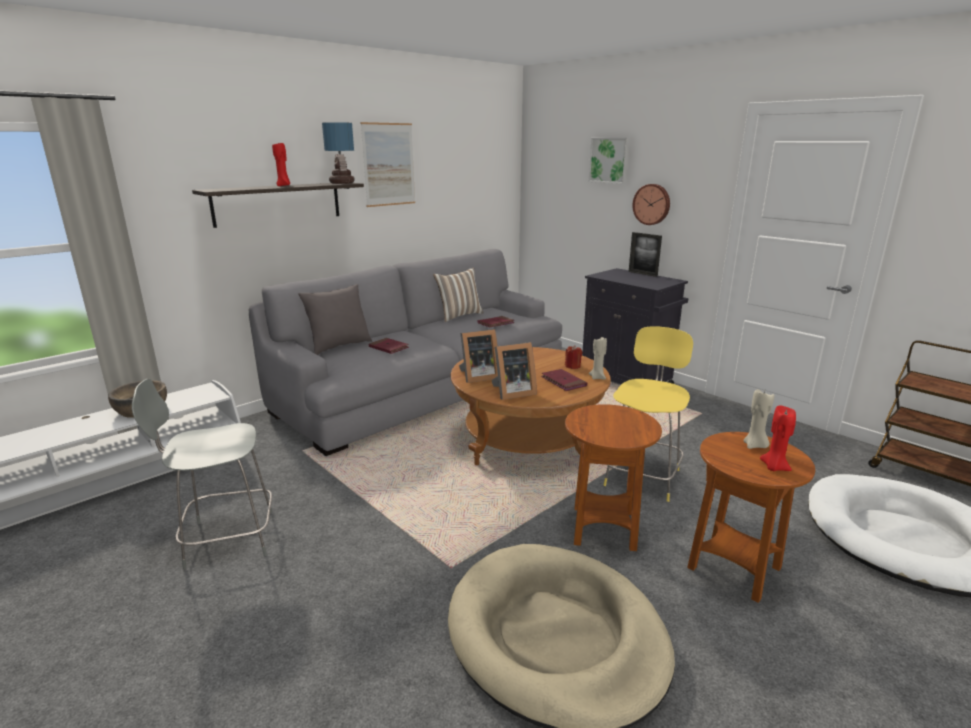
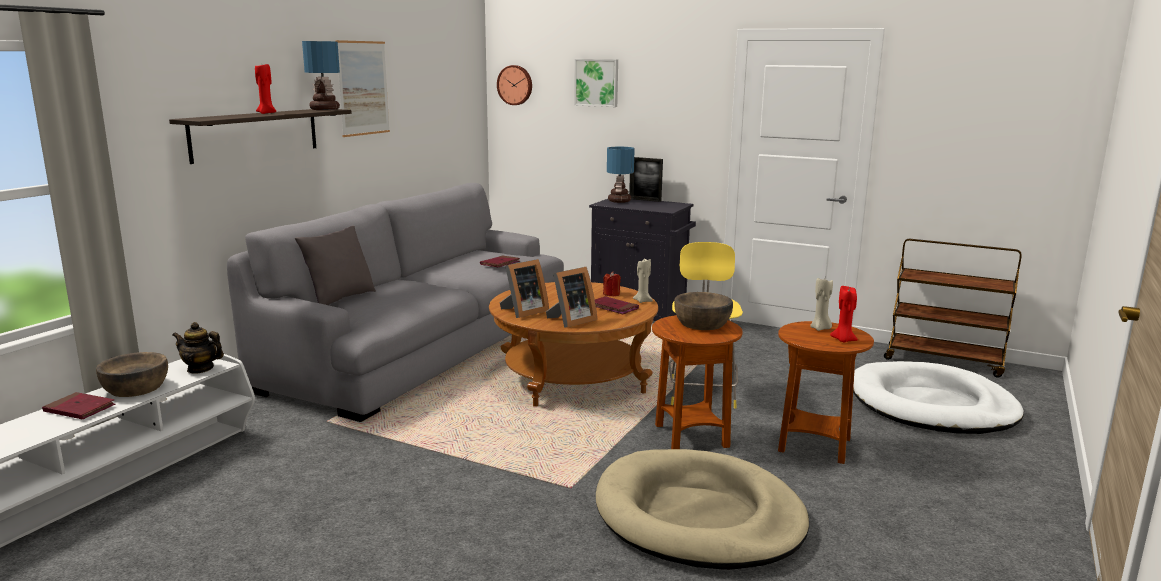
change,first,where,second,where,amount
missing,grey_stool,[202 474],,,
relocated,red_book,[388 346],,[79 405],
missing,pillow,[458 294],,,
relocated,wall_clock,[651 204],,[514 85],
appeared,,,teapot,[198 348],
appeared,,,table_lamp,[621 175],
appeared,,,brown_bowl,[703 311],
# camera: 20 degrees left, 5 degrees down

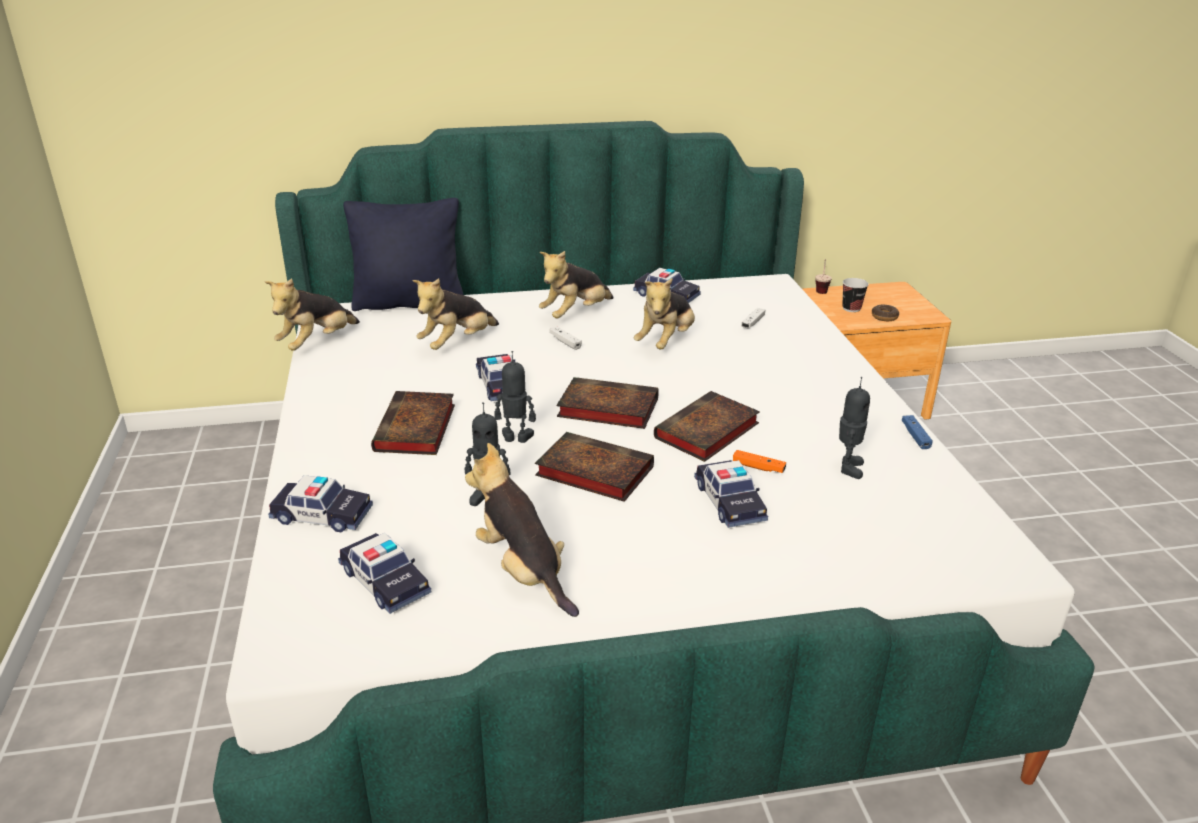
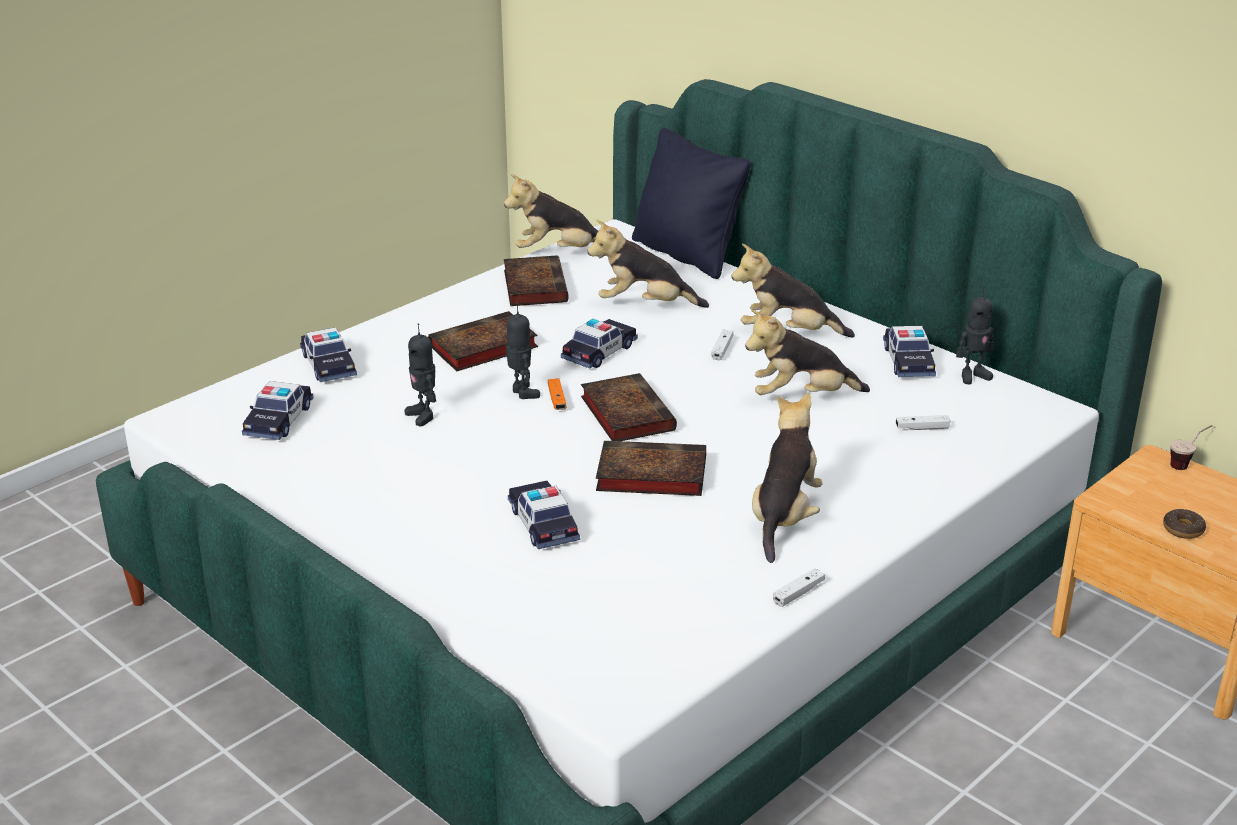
change,first,where,second,where,amount
relocated,plush_toy,[522 530],,[787 478],
relocated,book,[594 467],,[536 280],
spun,toy_car,[731 494],,[544 515],120 degrees clockwise
relocated,orange_game_controller,[759 461],,[557 394],
relocated,toy_robot,[854 428],,[975 335],
missing,cup,[855 295],,,
colour,blue_game_controller,[917 432],white_game_controller,[799 587],
# camera: 55 degrees right, 0 degrees up

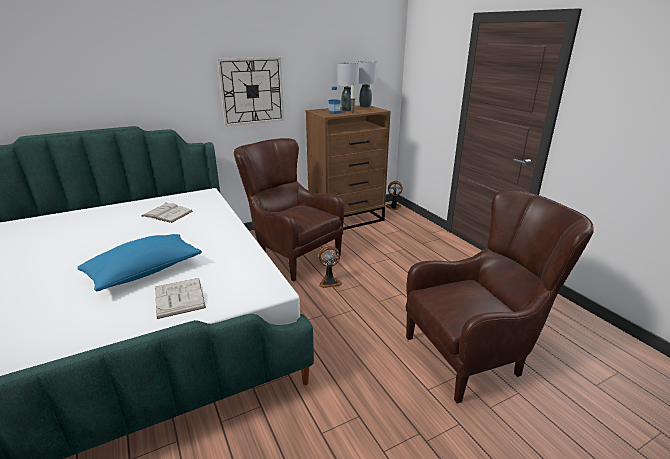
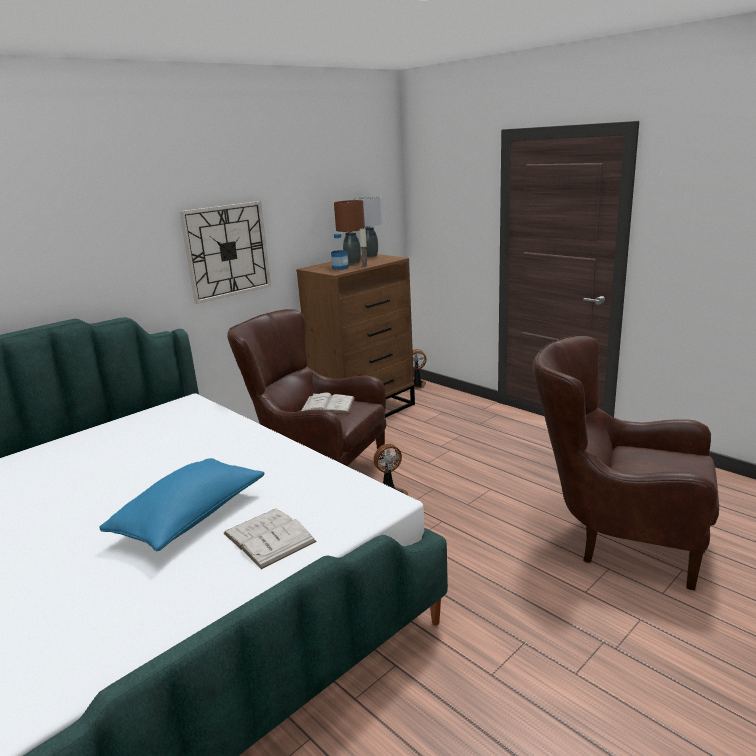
change,first,where,second,where,amount
relocated,white_book,[167 212],,[328 402],
colour,grey_table_lamp,[348 86],brown_table_lamp,[349 232],
spun,brown_armchair,[500 297],,[626 463],120 degrees counterclockwise
# camera: 15 degrees left, 5 degrees down

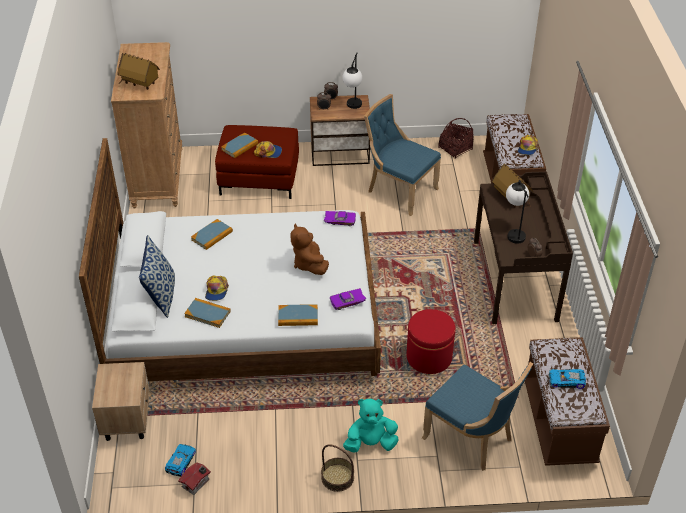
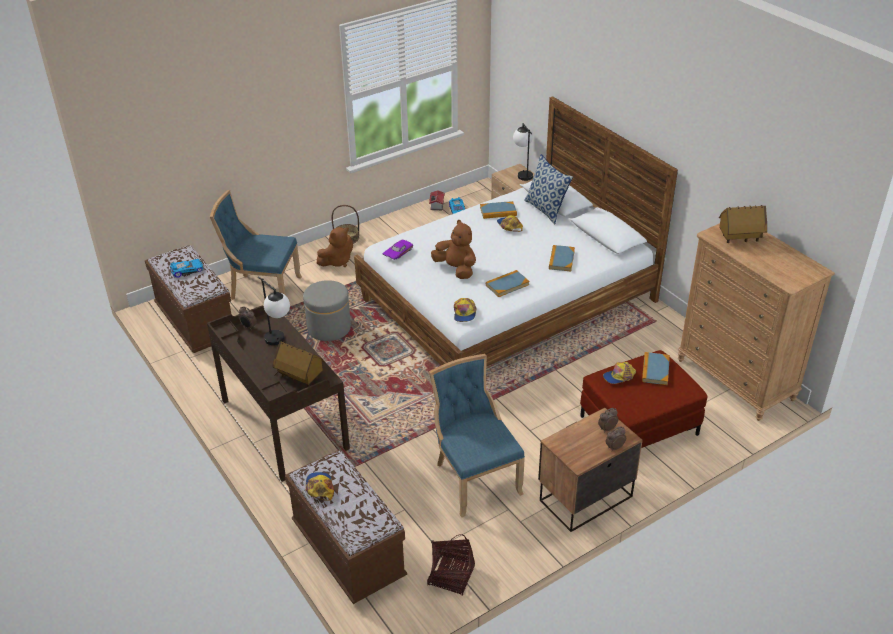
change,first,where,second,where,amount
relocated,book,[298 315],,[508 283],
exchanged,purple_toy_car,[340 218],cap,[465 310],
relocated,table_lamp,[352 81],,[523 152],
colour,turquoise_plush_toy,[371 426],brown_plush_toy,[335 247],
spun,blue_chair,[402 155],,[477 435],120 degrees counterclockwise
colour,red_ottoman,[431 341],grey_ottoman,[327 310],
# camera: 150 degrees right, 5 degrees down

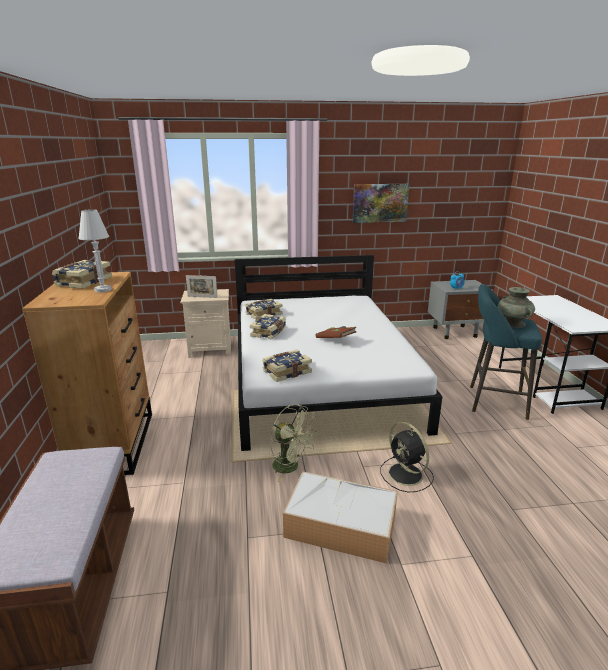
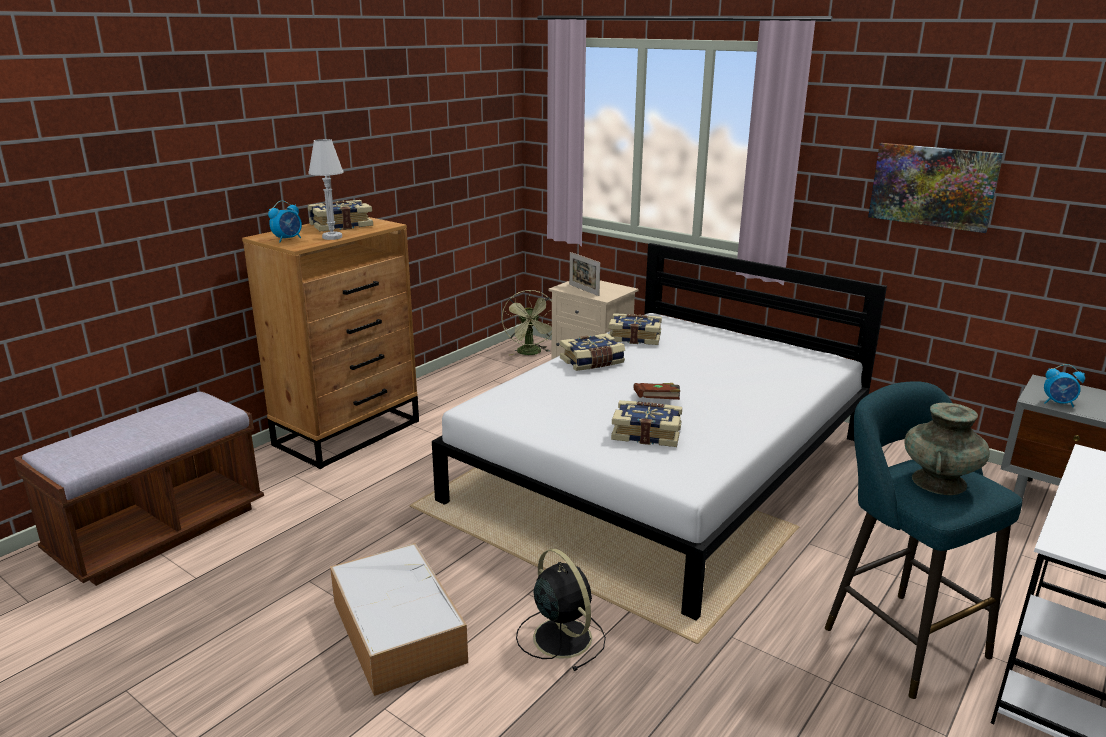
change,first,where,second,where,amount
relocated,book,[287 365],,[646 423],
relocated,green_fan,[293 442],,[527 323],
spun,black_fan,[407 457],,[561 610],135 degrees clockwise
appeared,,,alarm_clock,[285 221],
# camera: 45 degrees right, 0 degrees up

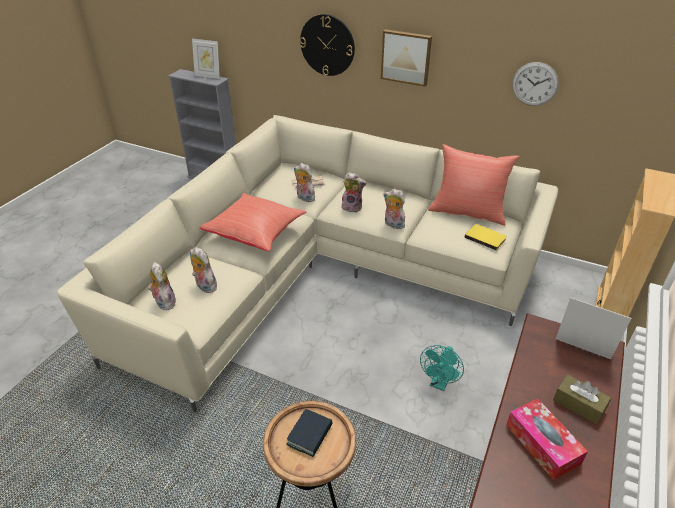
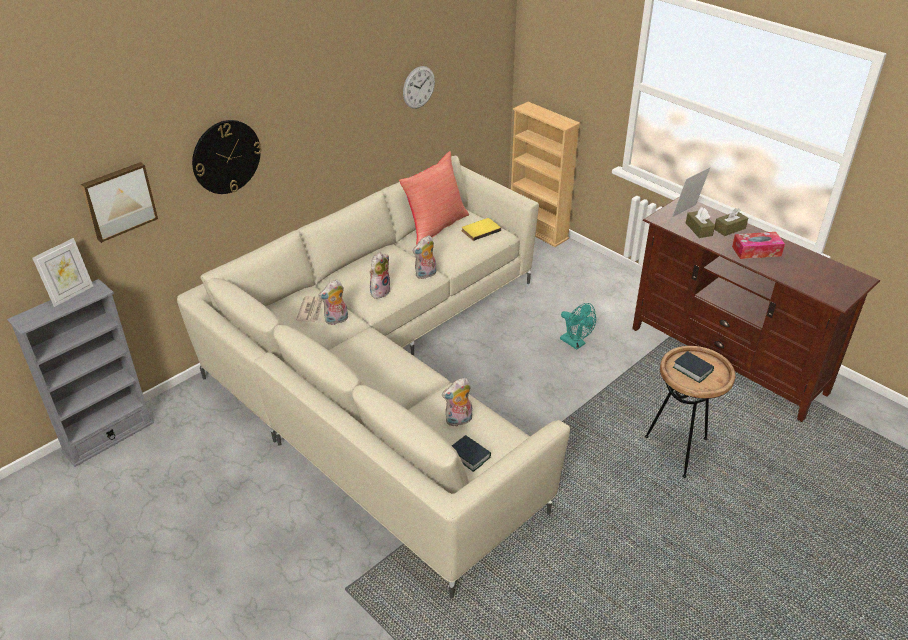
change,first,where,second,where,amount
exchanged,plush_toy,[162 286],book,[471 453],
missing,red_pillow,[252 222],,,
relocated,picture,[406 58],,[119 202],
appeared,,,brown_tissue_box,[700 222],
# camera: 70 degrees left, 0 degrees up

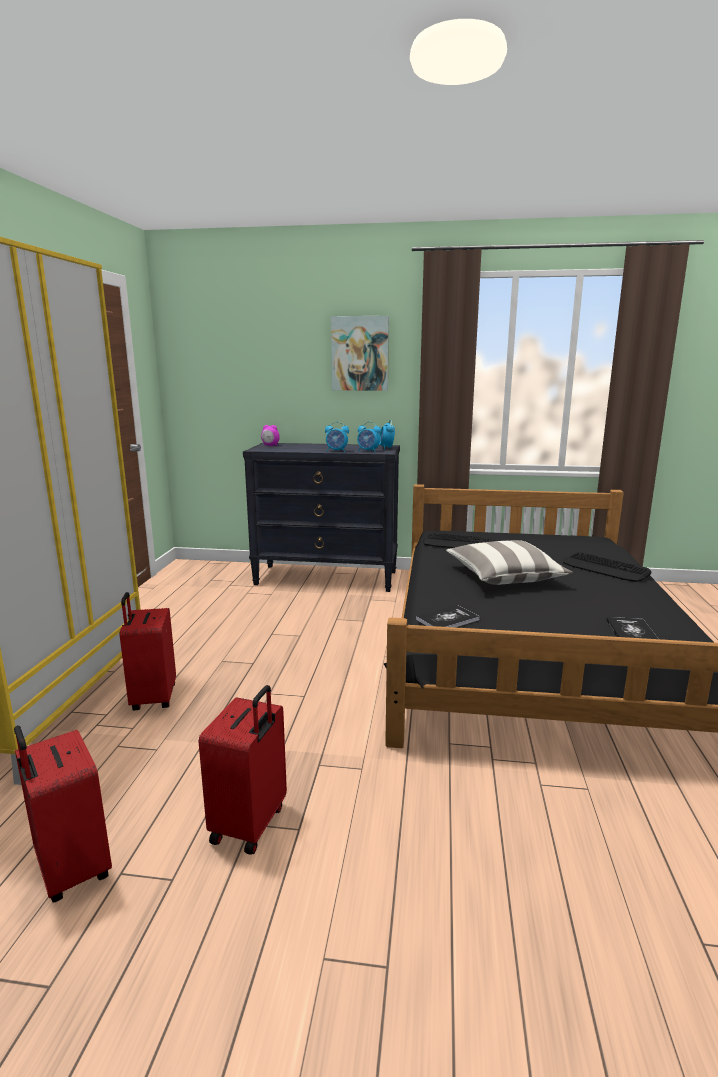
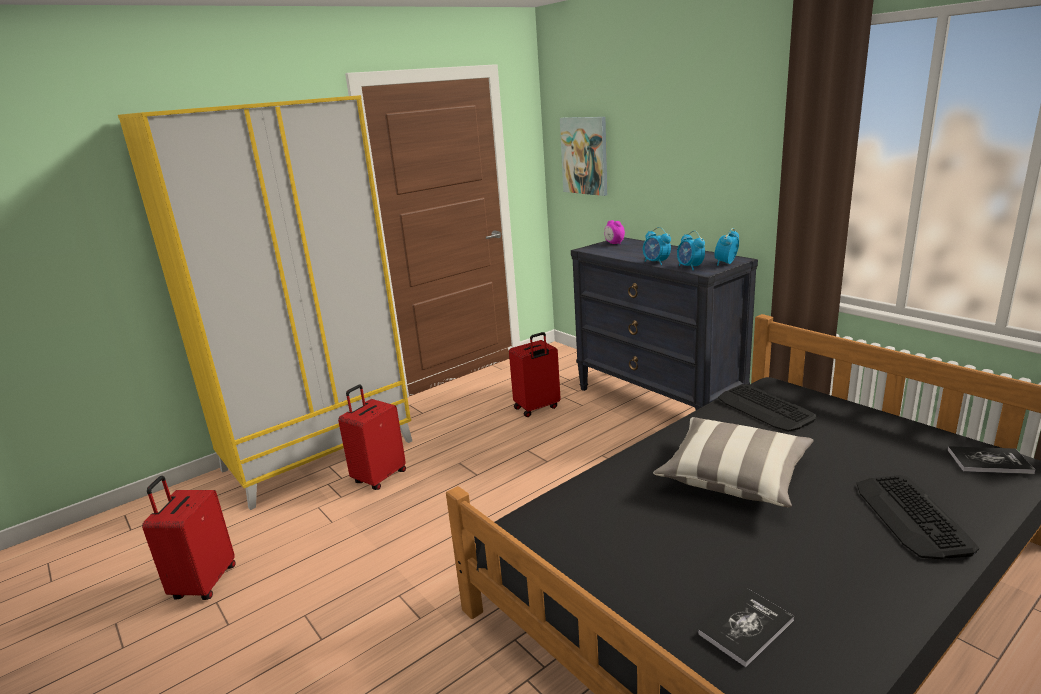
change,first,where,second,where,amount
relocated,red_suitcase,[242 770],,[535 374],
relocated,picture,[360 353],,[583 156],
relocated,book,[448 616],,[991 460],
# camera: 45 degrees right, 5 degrees up

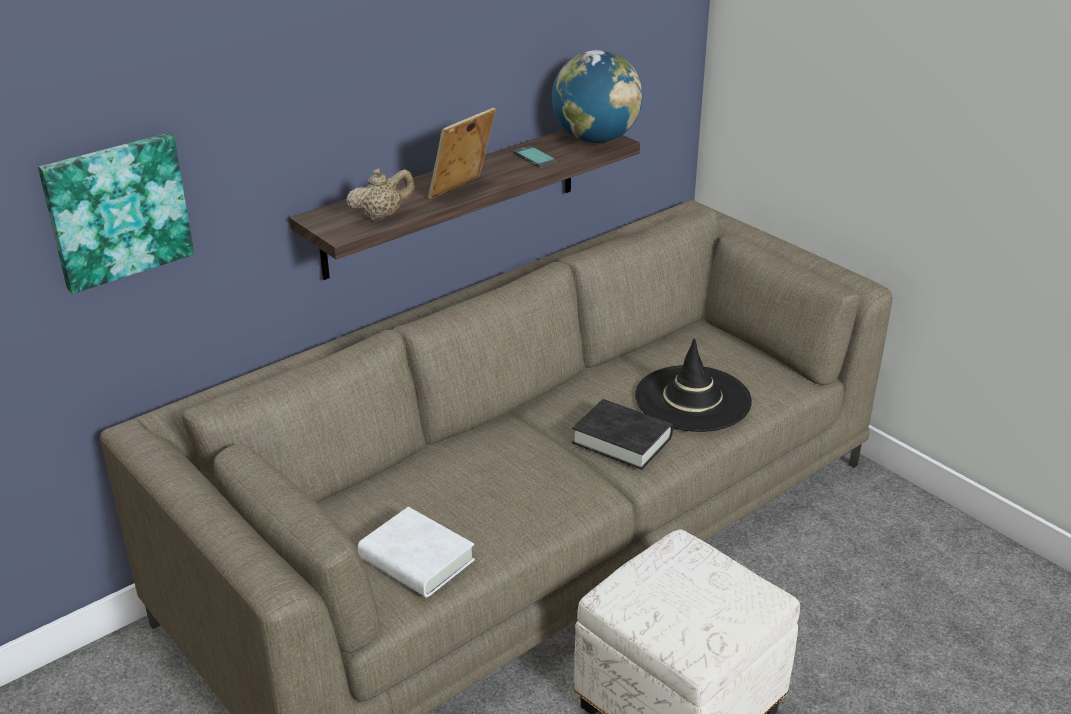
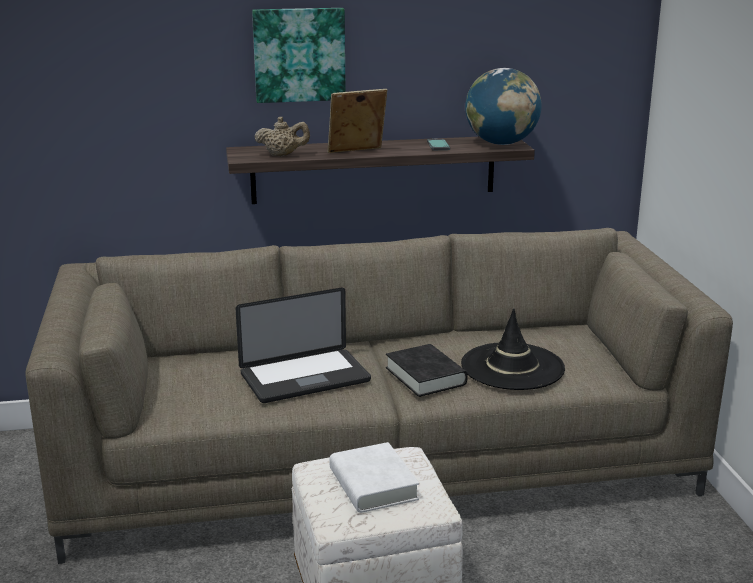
change,first,where,second,where,amount
relocated,picture,[116 213],,[299 55],
relocated,white_book,[416 552],,[374 477],
appeared,,,laptop,[303 345],
# camera: 30 degrees right, 10 degrees down

